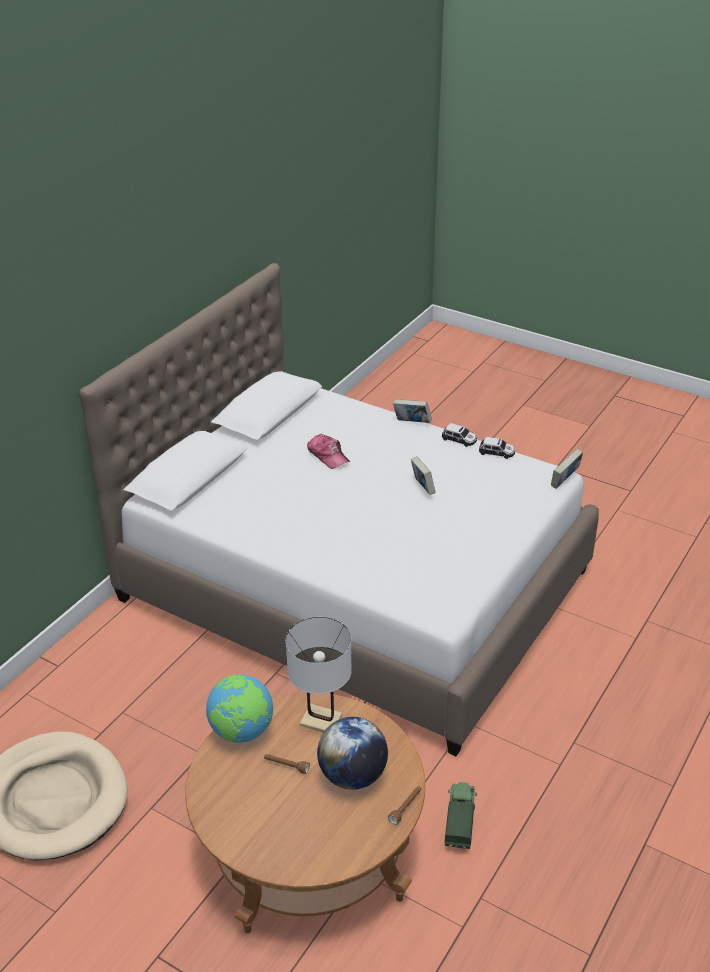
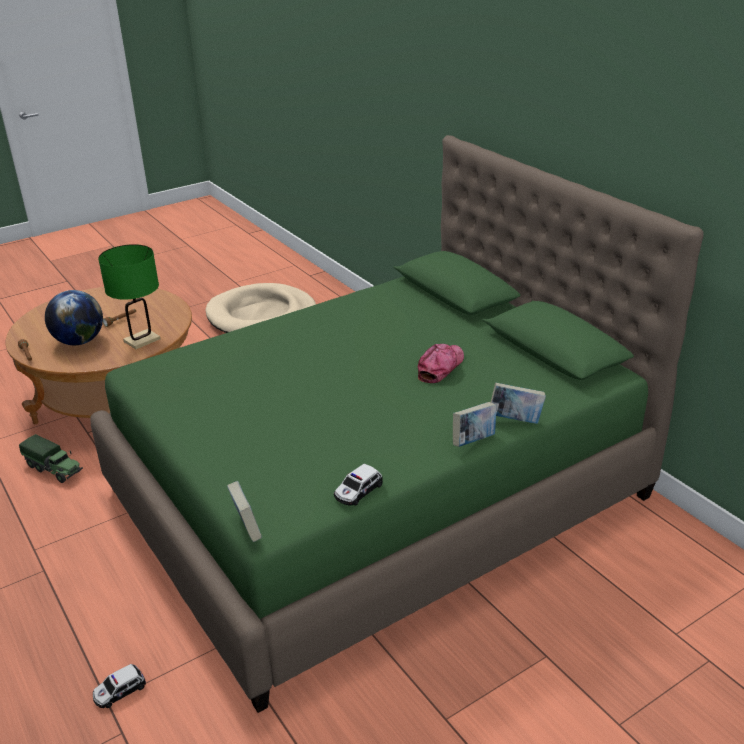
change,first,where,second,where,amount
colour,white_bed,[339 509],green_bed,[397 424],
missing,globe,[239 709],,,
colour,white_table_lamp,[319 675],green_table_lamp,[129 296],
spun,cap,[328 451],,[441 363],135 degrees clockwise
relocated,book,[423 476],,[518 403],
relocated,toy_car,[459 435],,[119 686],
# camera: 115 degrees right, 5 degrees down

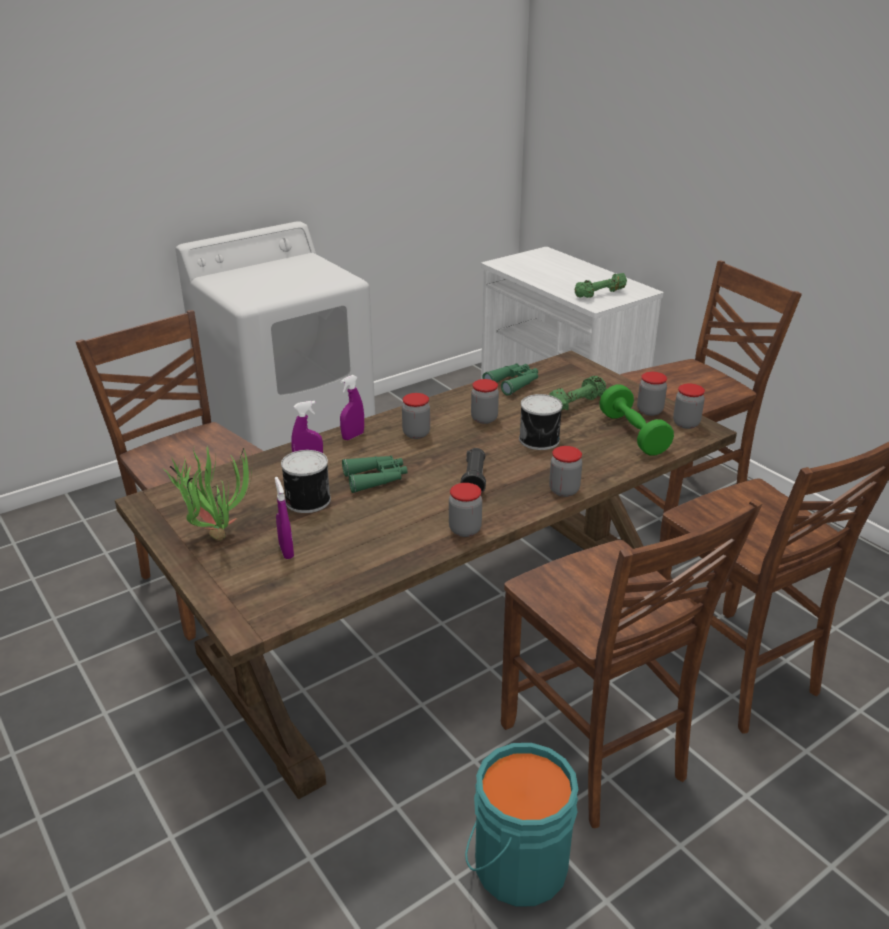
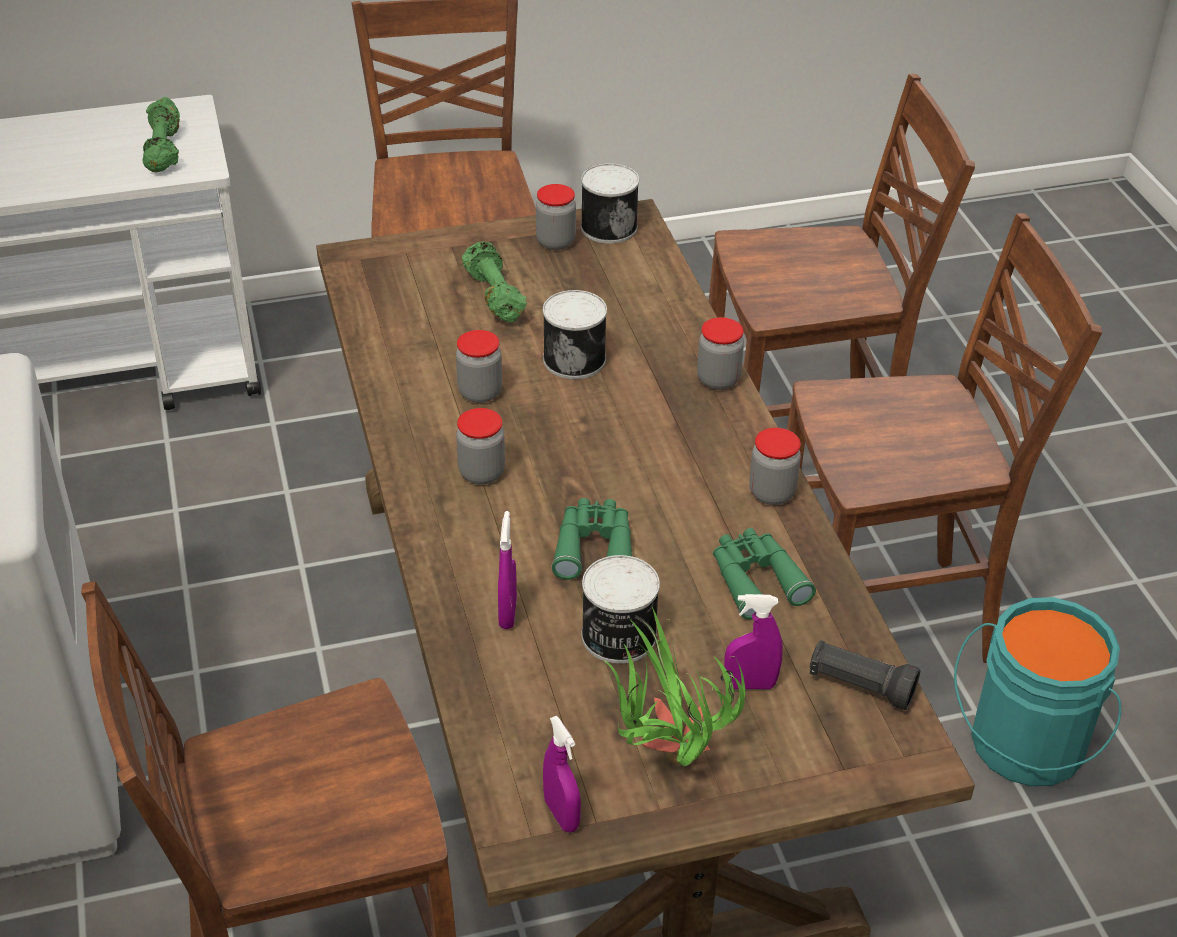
change,first,where,second,where,amount
relocated,purple_spray_bottle,[352 407],,[562 774],
relocated,black_flashlight,[473 470],,[865 675],
relocated,green_binoculars,[510 379],,[764 574],
missing,green_dumbbell,[636 419],,,
exchanged,jar,[689 406],can,[610 203],
# camera: 70 degrees left, 10 degrees up

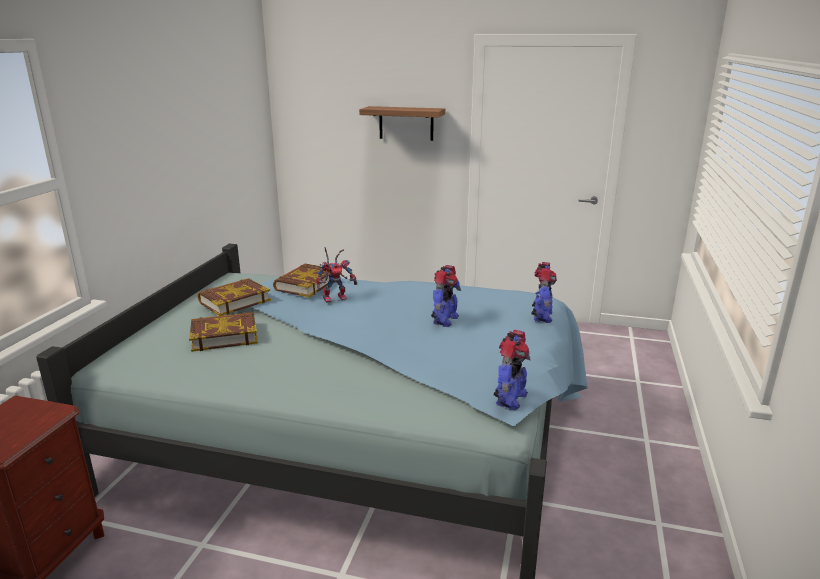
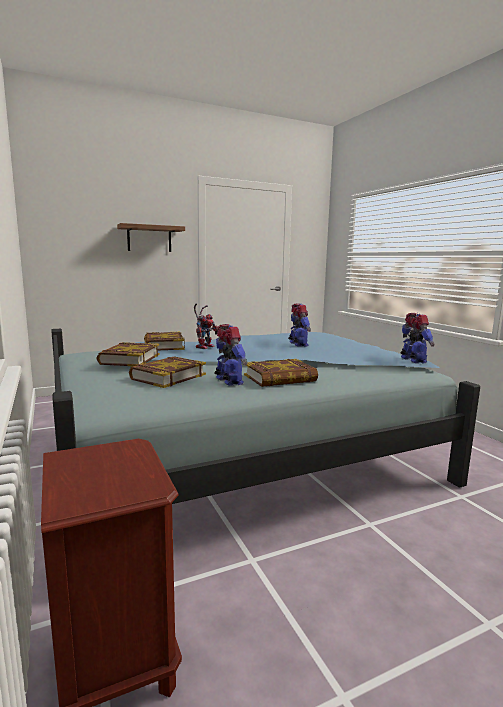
change,first,where,second,where,amount
relocated,toy_robot,[544 292],,[230 355],
appeared,,,book,[281 373],
# camera: 40 degrees left, 10 degrees down

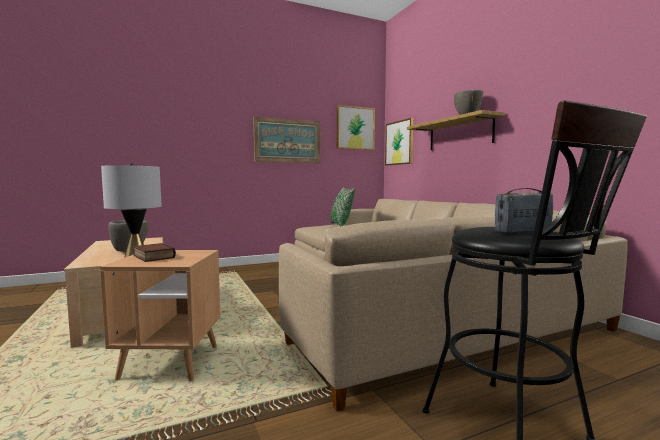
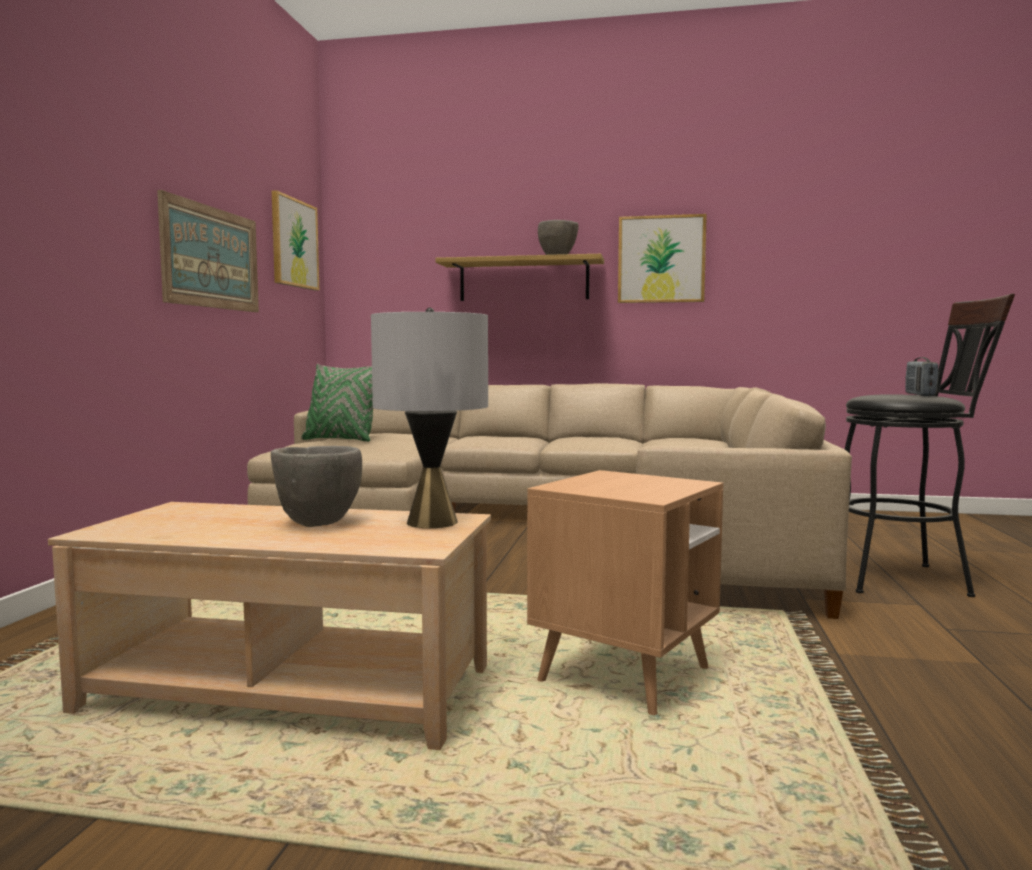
change,first,where,second,where,amount
missing,book,[154 252],,,
relocated,picture,[399 141],,[662 258],
# camera: 55 degrees left, 0 degrees up

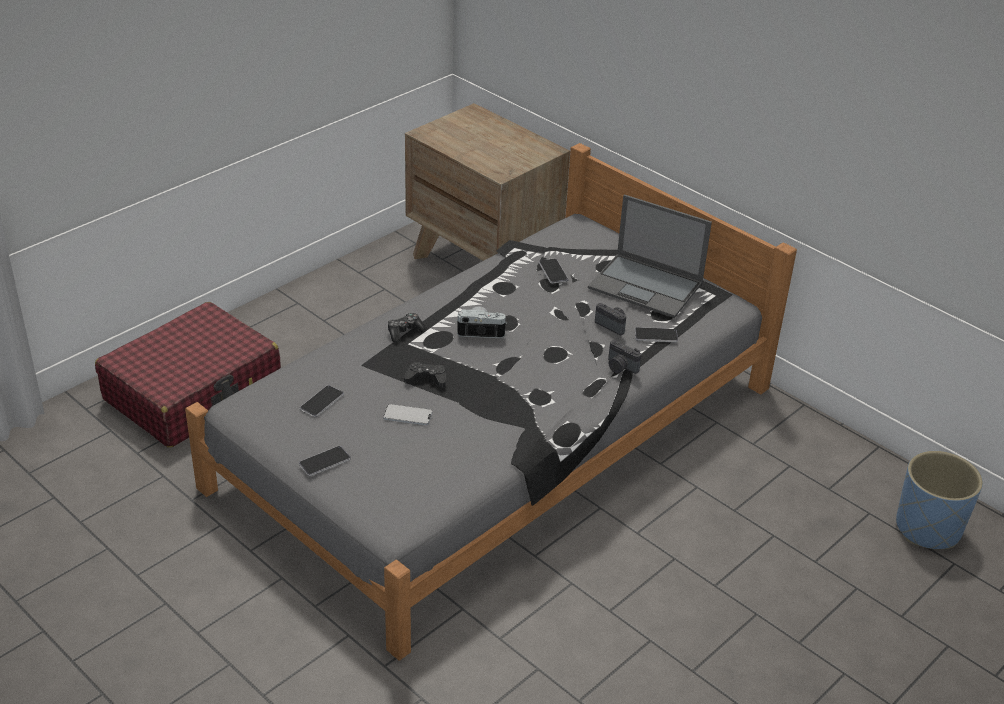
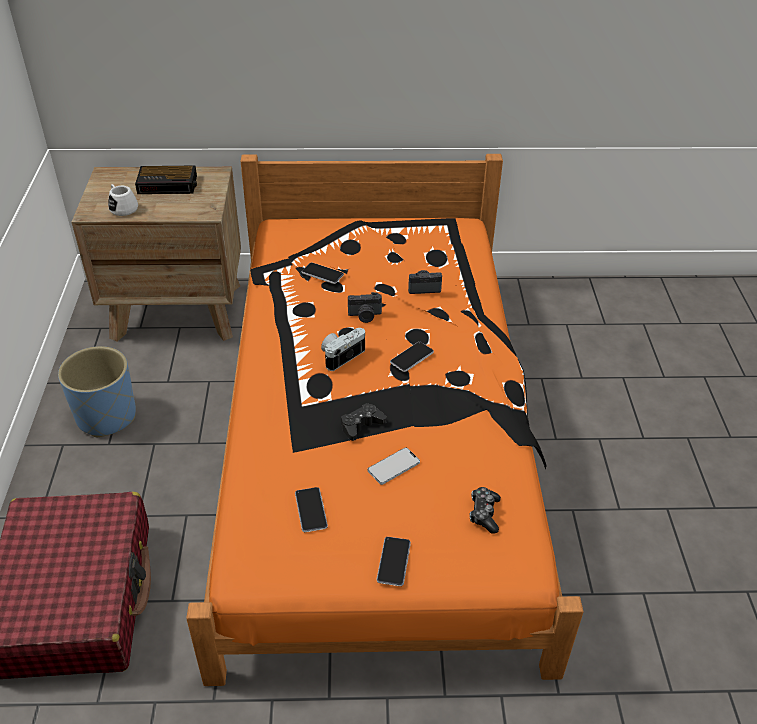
change,first,where,second,where,amount
colour,grey_bed,[491 401],orange_bed,[384 420],
relocated,game_controller,[407 328],,[485 510],
missing,laptop,[650 256],,,
relocated,photo_camera,[624 357],,[365 307],
relocated,phone,[656 335],,[412 357],
relocated,blue_planter,[939 500],,[97 391],
appeared,,,white_mug,[123 200],
appeared,,,alarm_clock,[166 179],
# camera: 45 degrees left, 5 degrees up

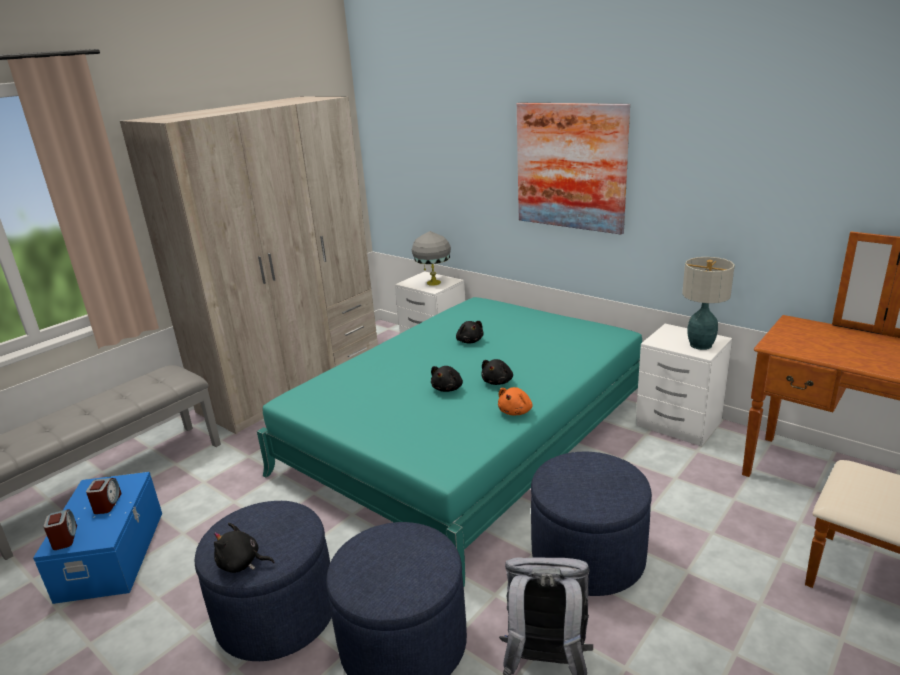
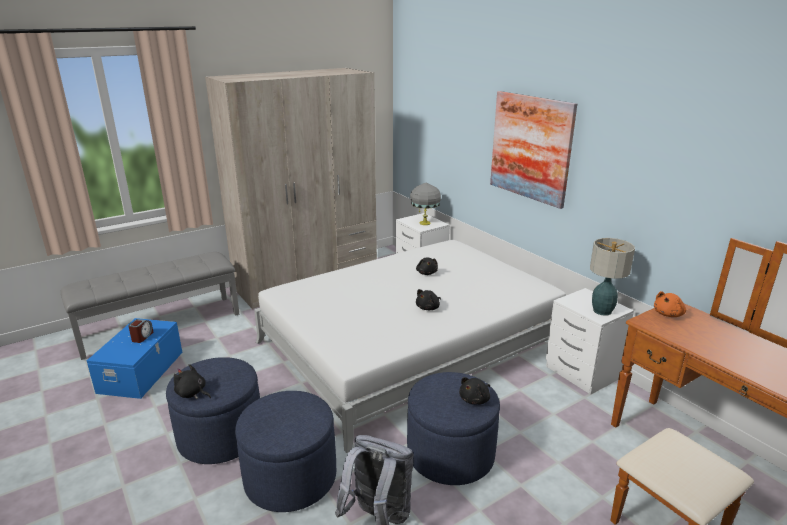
change,first,where,second,where,amount
missing,alarm_clock,[60 529],,,
colour,turquoise_bed,[449 442],white_bed,[410 346],
relocated,black_plush_toy,[447 379],,[474 391],
relocated,orange_plush_toy,[515 401],,[670 304],
# camera: 15 degrees right, 0 degrees up

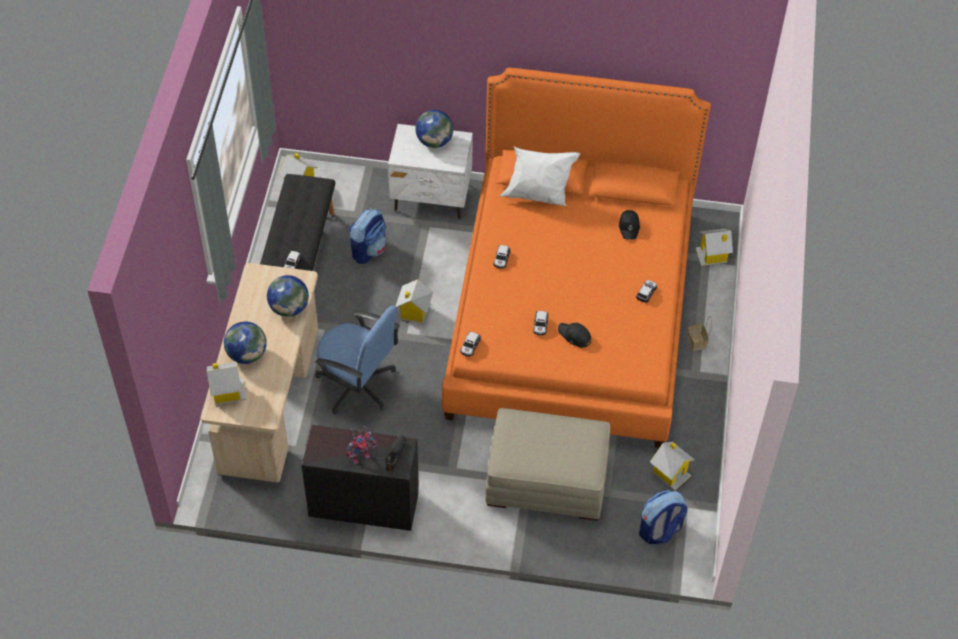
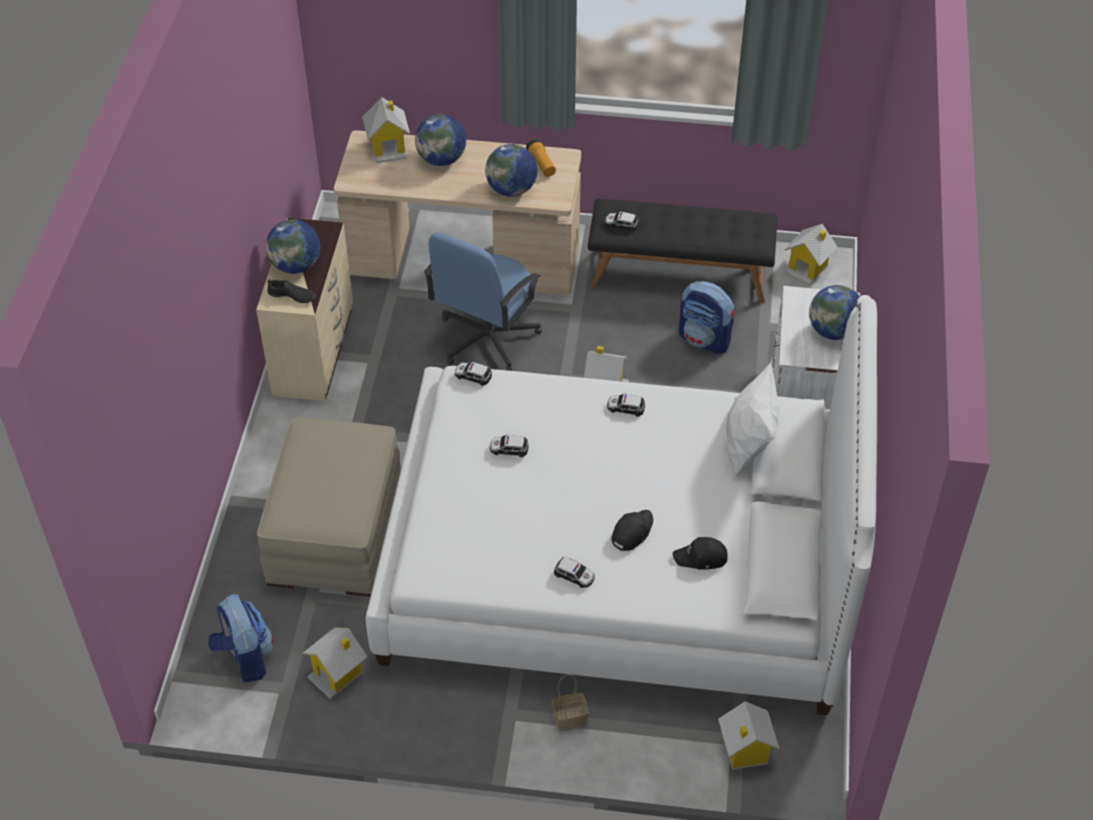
change,first,where,second,where,amount
colour,black_dresser,[360 478],beige_dresser,[304 309],
exchanged,toy_robot,[362 445],globe,[293 247],
colour,orange_bed,[576 258],white_bed,[621 505],
relocated,black_cap,[574 335],,[632 530],
appeared,,,flashlight,[541 158],
# camera: 90 degrees right, 5 degrees down

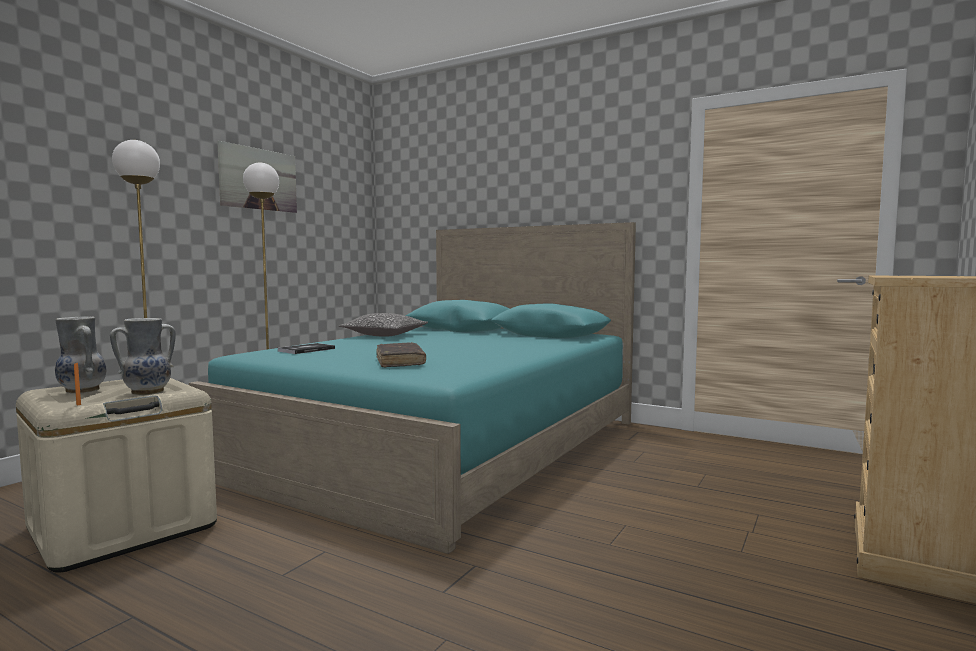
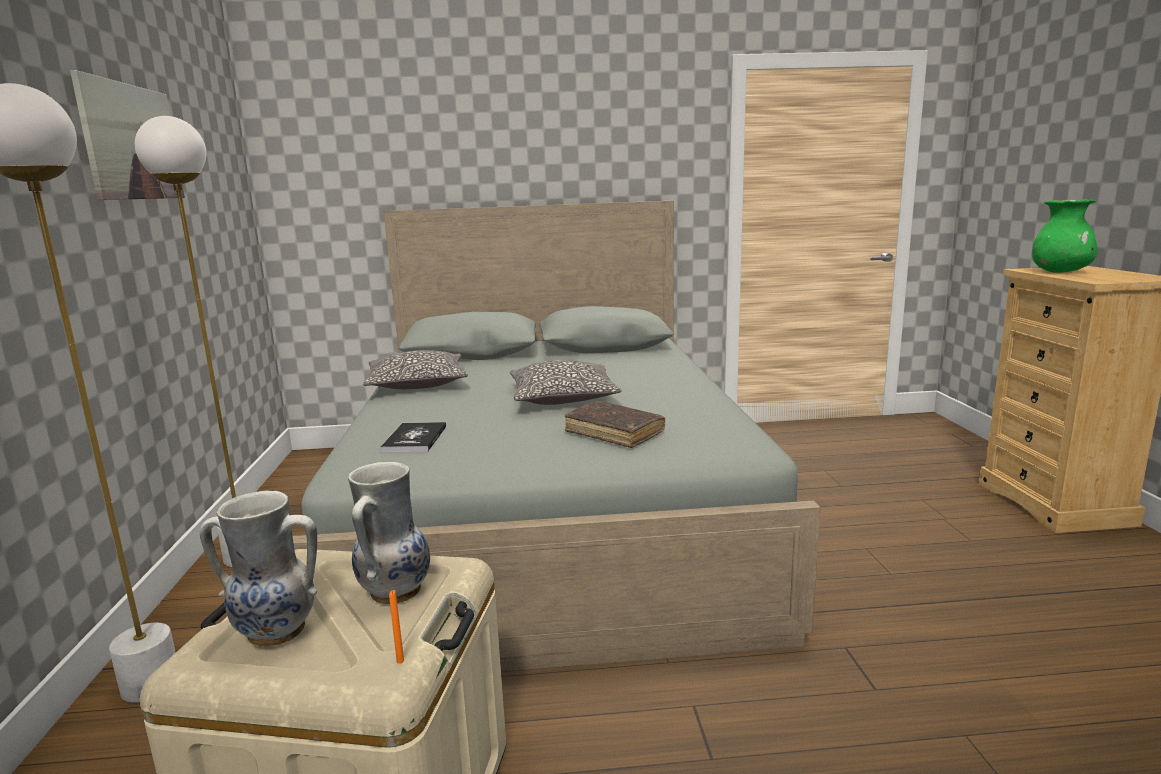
change,first,where,second,where,amount
colour,turquoise_bed,[412 388],grey_bed,[557 436],
appeared,,,pillow,[566 382],
appeared,,,green_vase,[1065 236],
# camera: 35 degrees left, 10 degrees up

